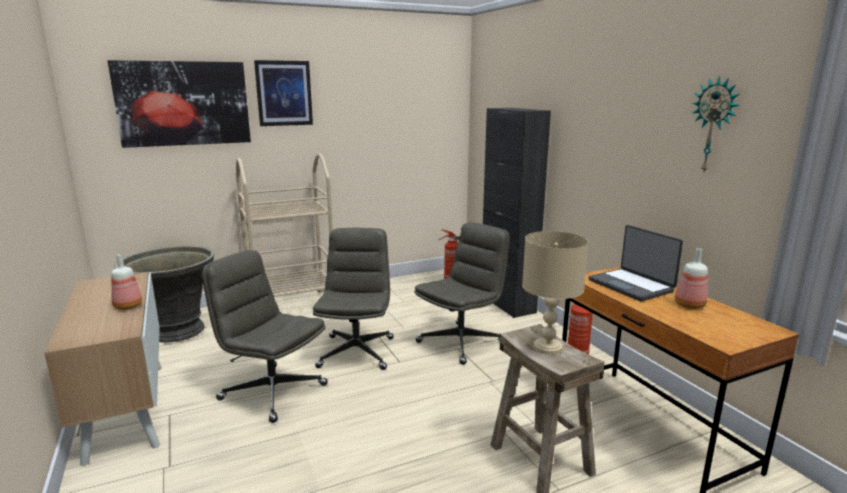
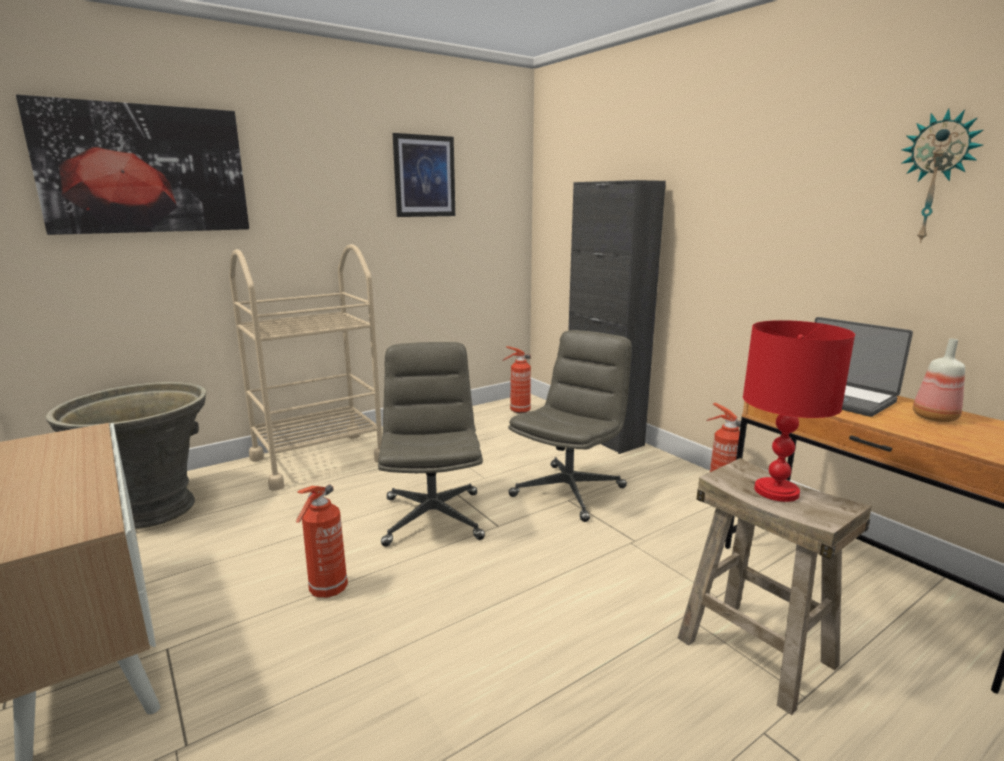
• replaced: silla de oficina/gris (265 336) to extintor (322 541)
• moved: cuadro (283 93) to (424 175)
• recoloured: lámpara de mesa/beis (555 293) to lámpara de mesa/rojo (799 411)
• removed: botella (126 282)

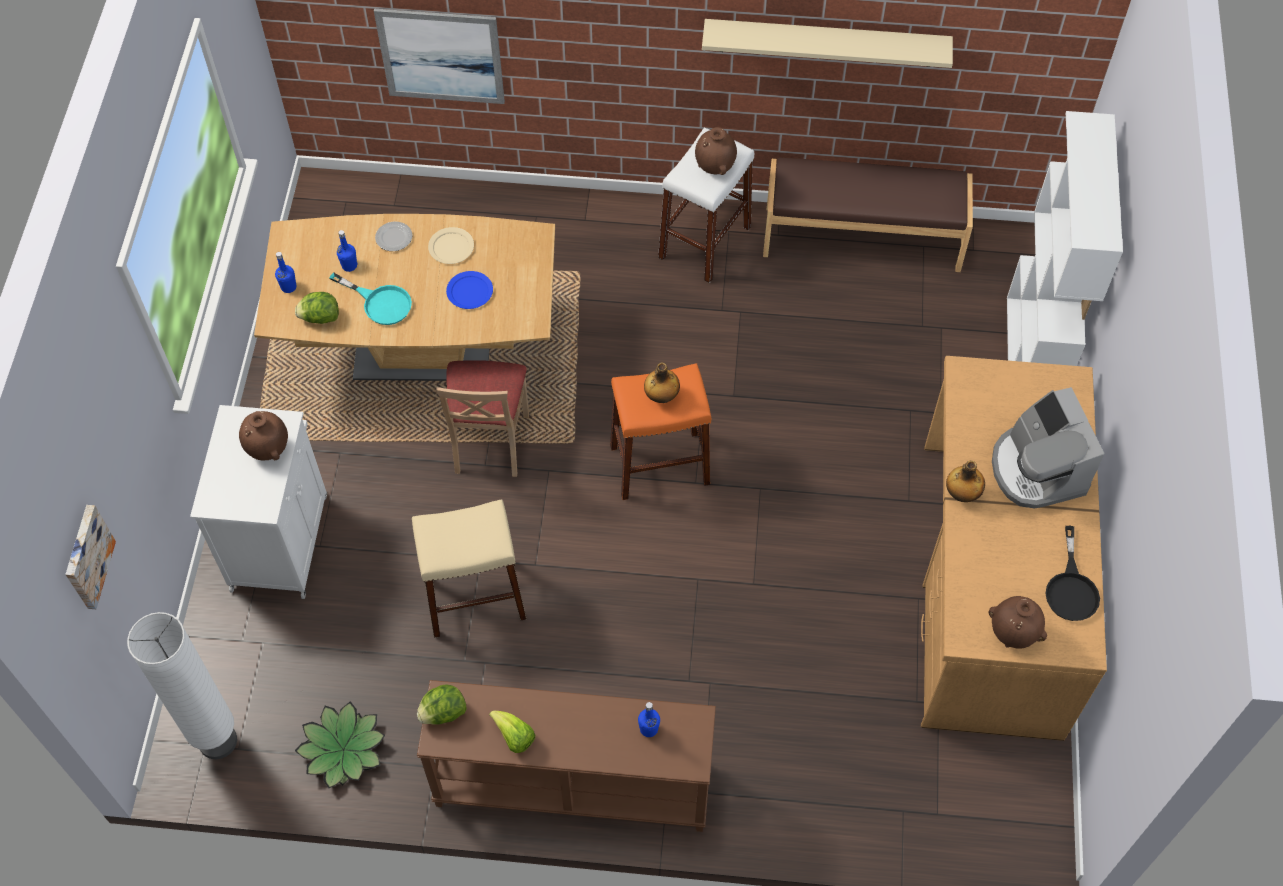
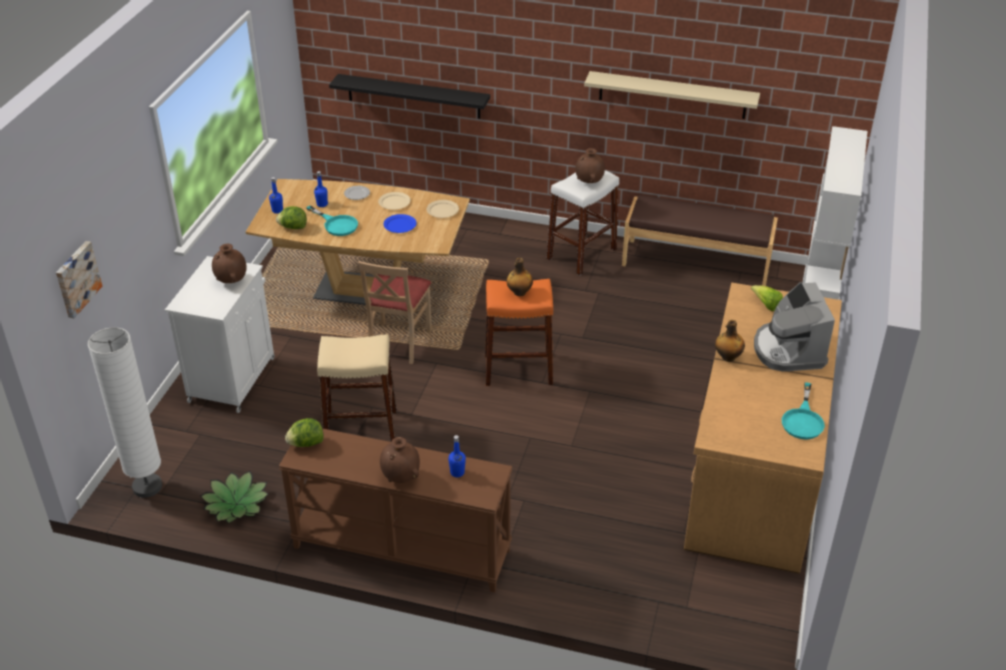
• replaced: cuadro (439 56) to estante/negro (409 96)
• moved: florero/marrón (1017 622) to (400 460)
• added: plato/beis (442 209)
• moved: lechuga (512 732) to (767 298)
• recoloured: sartén/negro (1072 573) to sartén/turquesa (803 411)

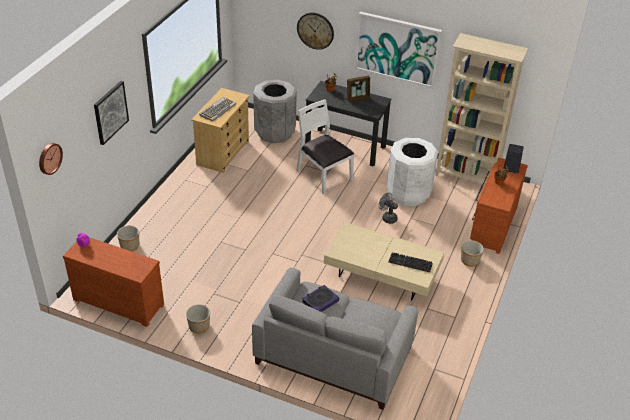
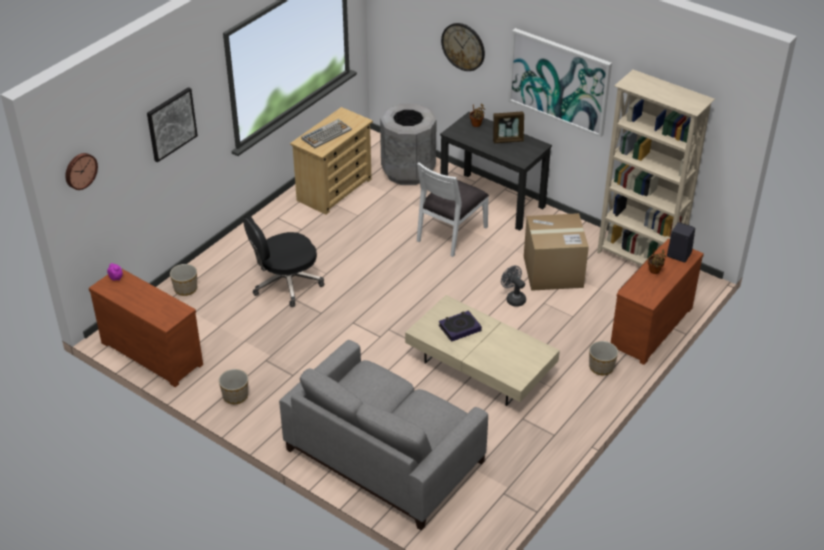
• added: silla de oficina/negro (283 261)
• turned: silla/blanco (325 147) = (453 209) 120 degrees counterclockwise
• moved: libro (320 298) to (460 326)
• replaced: papelera/blanco (412 172) to caja de cartón (556 252)
• removed: teclado (410 262)

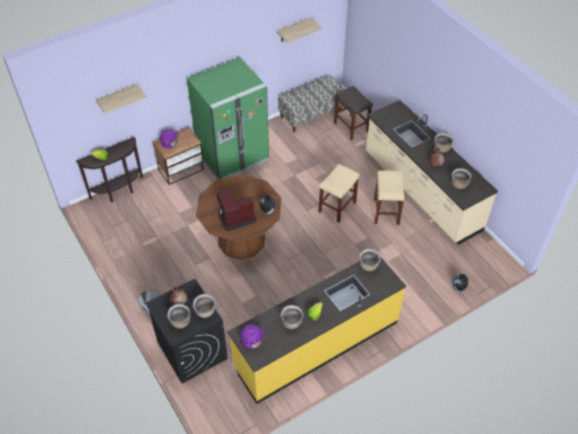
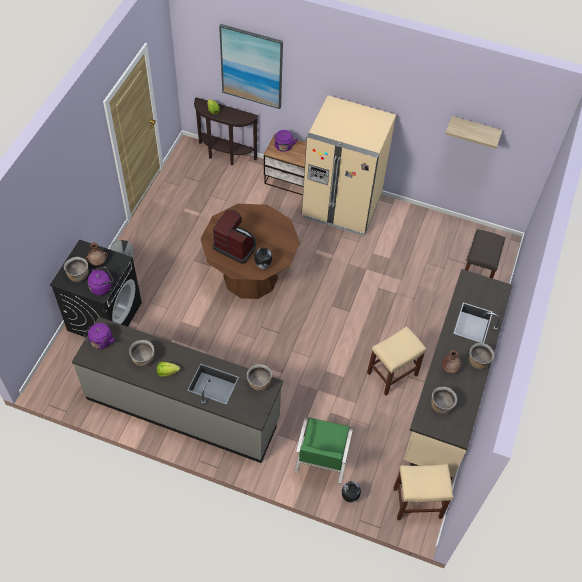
• recoloured: mueble bajo de cocina/amarillo (316 330) to mueble bajo de cocina/gris (177 390)
• replaced: olla/marrón (204 306) to hervidor/morado (100 280)
• replaced: estante (121 99) to cuadro (251 66)
• added: silla/verde (323 450)
• recoloured: nevera/verde (228 118) to nevera/beis (348 165)
• moved: taburete/beis (338 193) to (423 492)
• removed: banco (311 103)

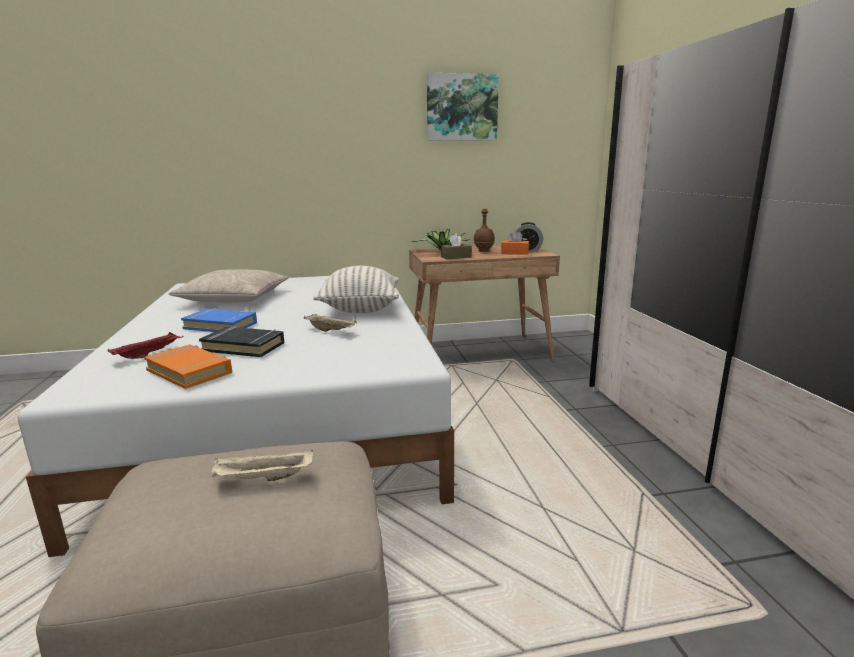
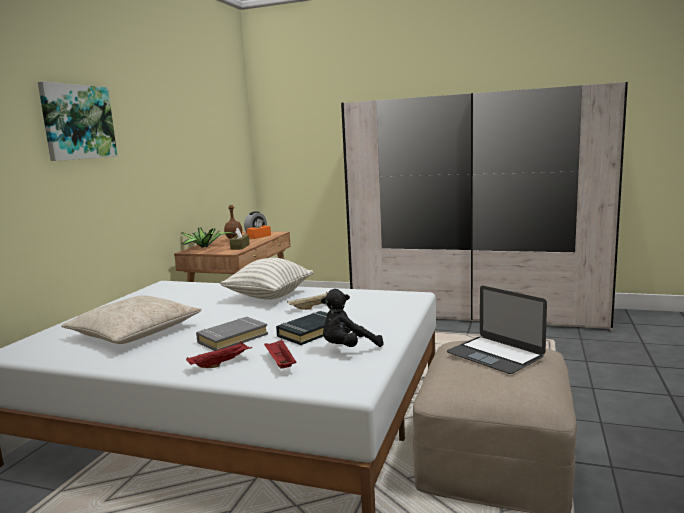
• moved: cuadro (463 107) to (77 121)
• added: bandeja/rojo (219 354)
• recoloured: libro/azul (219 320) to libro/gris (232 334)
• replaced: libro/naranja (188 367) to peluche/negro (352 318)
• replaced: bandeja/beis (262 465) to portátil (497 330)

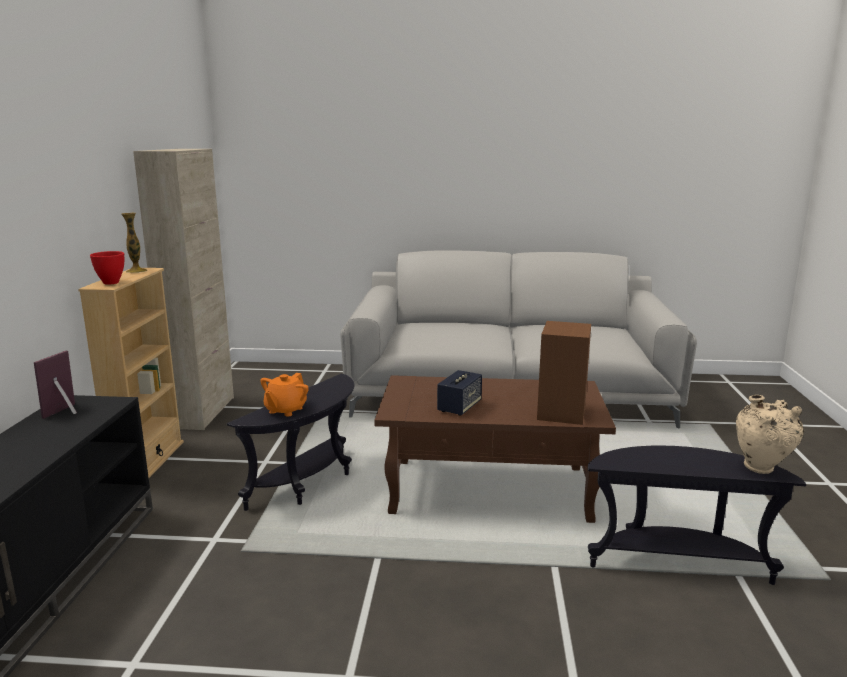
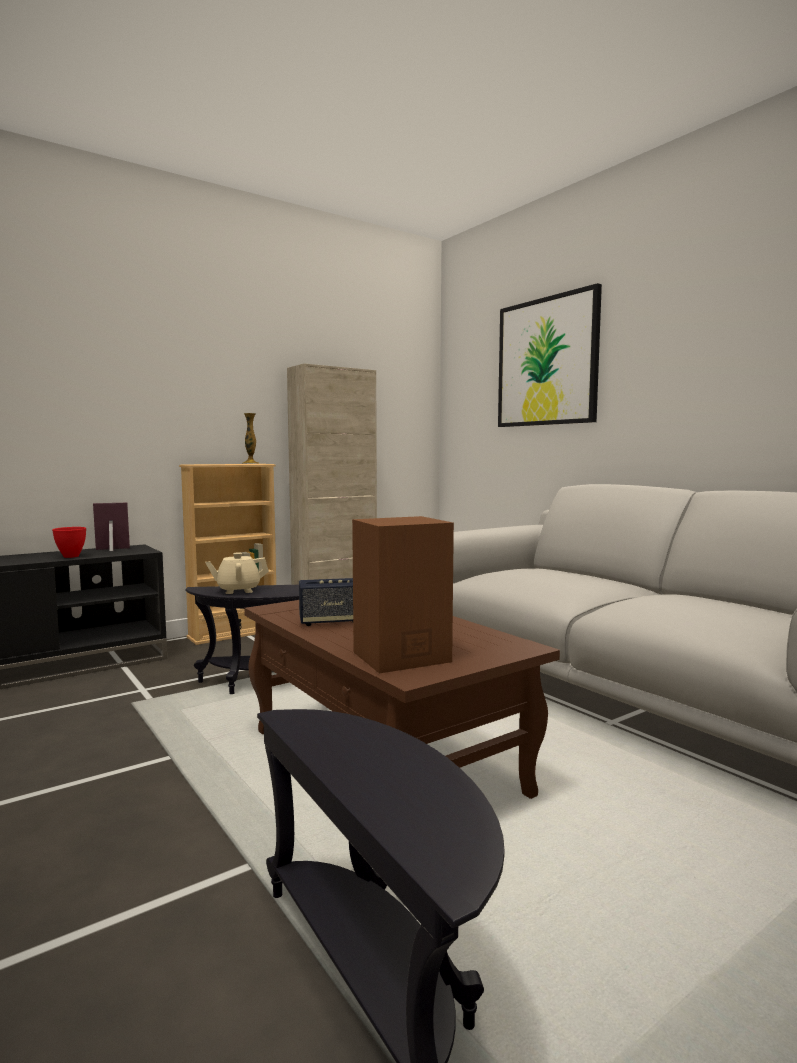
• moved: cuenco/rojo (107 267) to (69 542)
• recoloured: tetera/naranja (284 394) to tetera/beis (237 573)
• added: cuadro (550 355)
• removed: florero/beis (770 434)

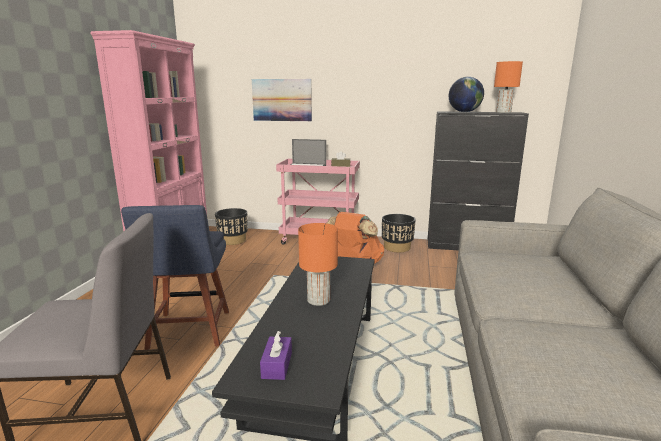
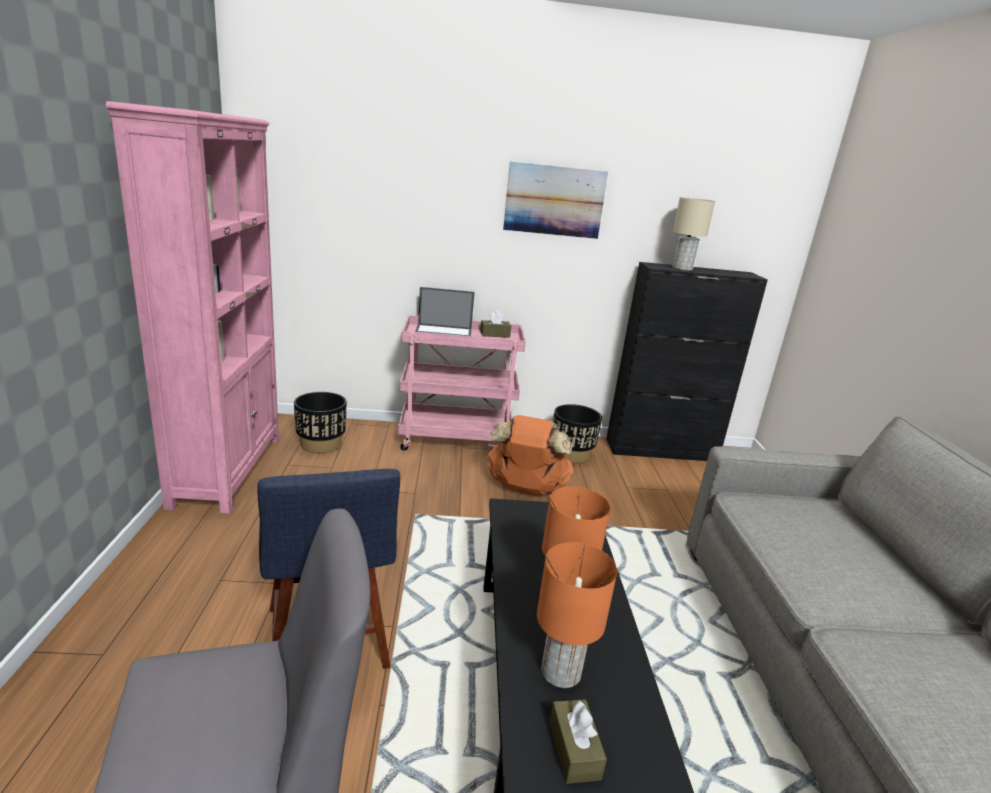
• moved: cuadro (282 100) to (555 200)
• moved: lámpara de mesa/naranja (508 87) to (577 615)
• recoloured: caja de pañuelos/morado (276 355) to caja de pañuelos/marrón (578 742)
• replaced: globo terráqueo (466 94) to lámpara de mesa/beis (693 234)

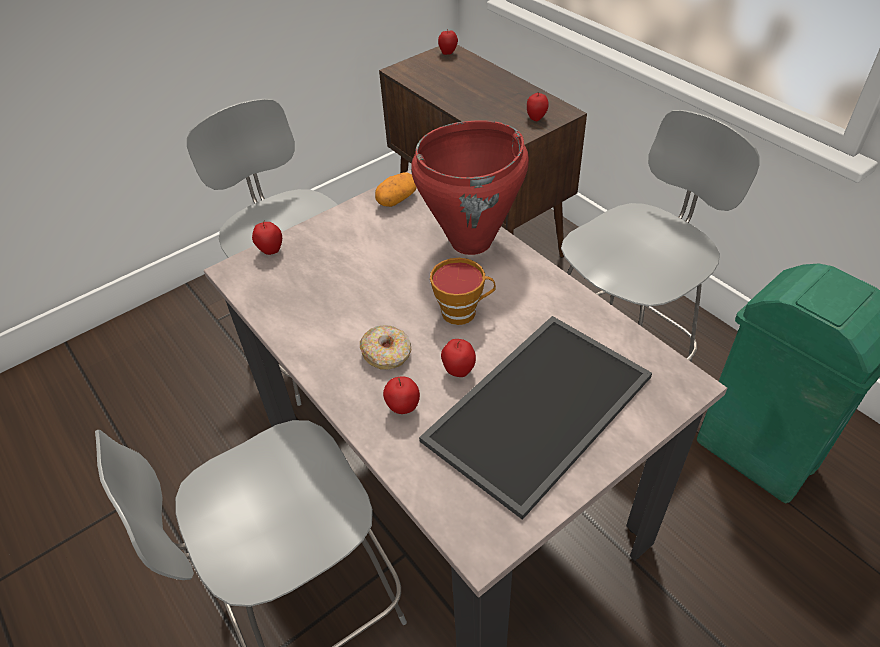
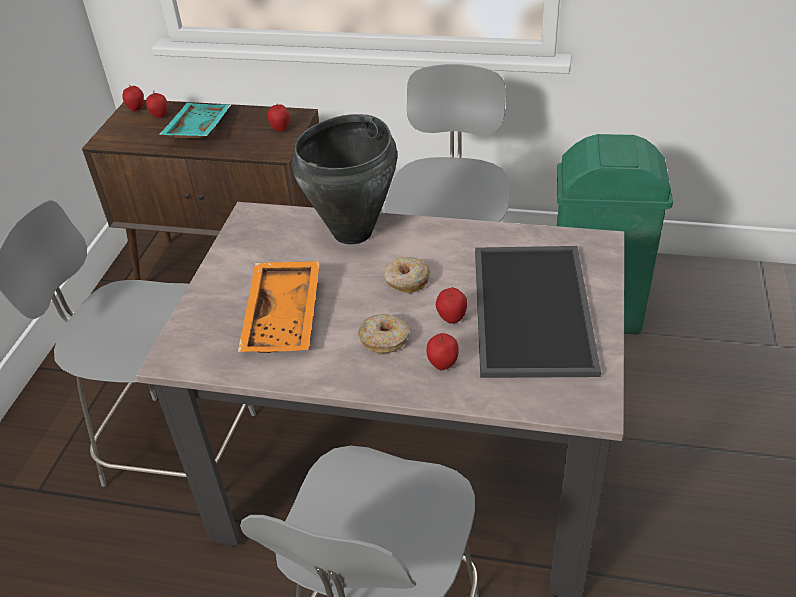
• moved: manzana (267 237) to (157 104)
• added: bandeja/turquesa (195 120)
• added: bandeja/naranja (279 307)
• recoloured: olla/rojo (470 187) to olla/negro (344 179)
• replaced: taza (463 291) to rosquilla (407 275)
• removed: patata (396 189)

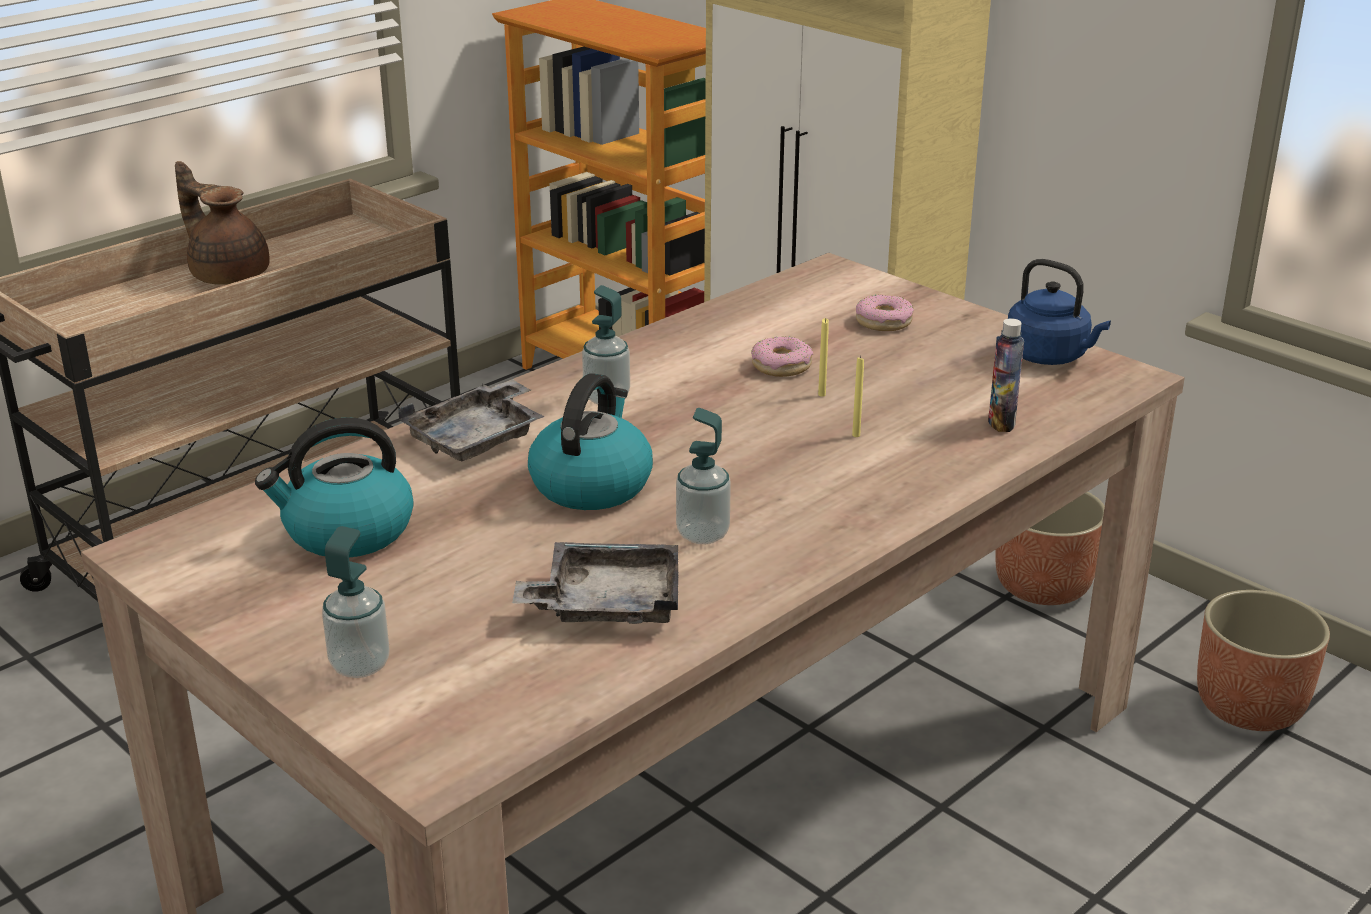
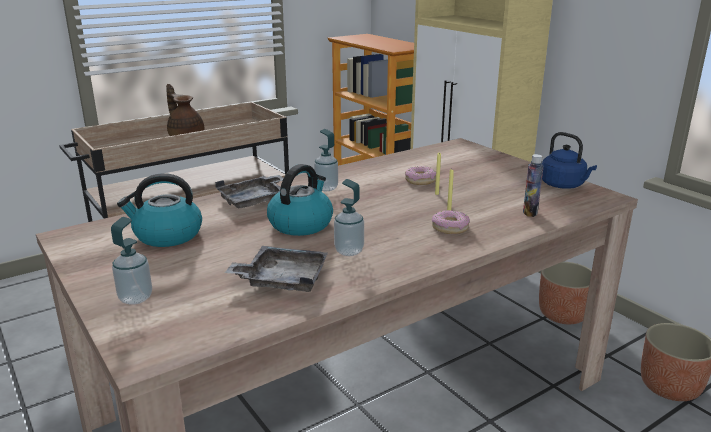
• moved: rosquilla (885 313) to (451 222)

